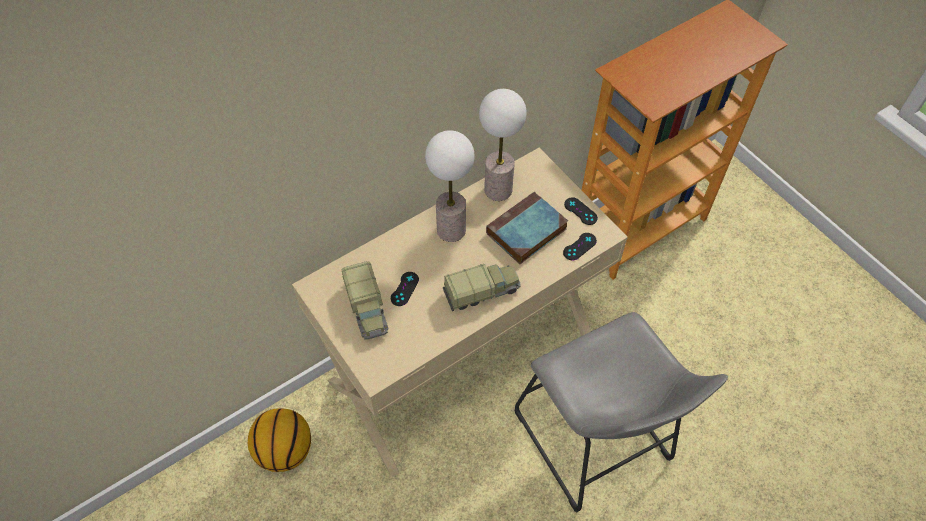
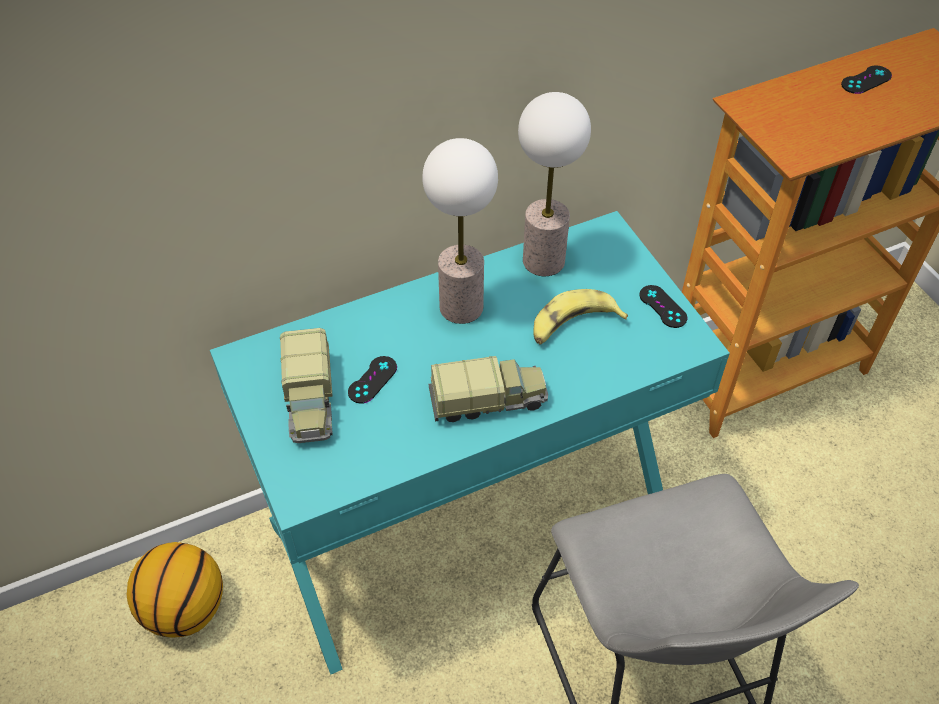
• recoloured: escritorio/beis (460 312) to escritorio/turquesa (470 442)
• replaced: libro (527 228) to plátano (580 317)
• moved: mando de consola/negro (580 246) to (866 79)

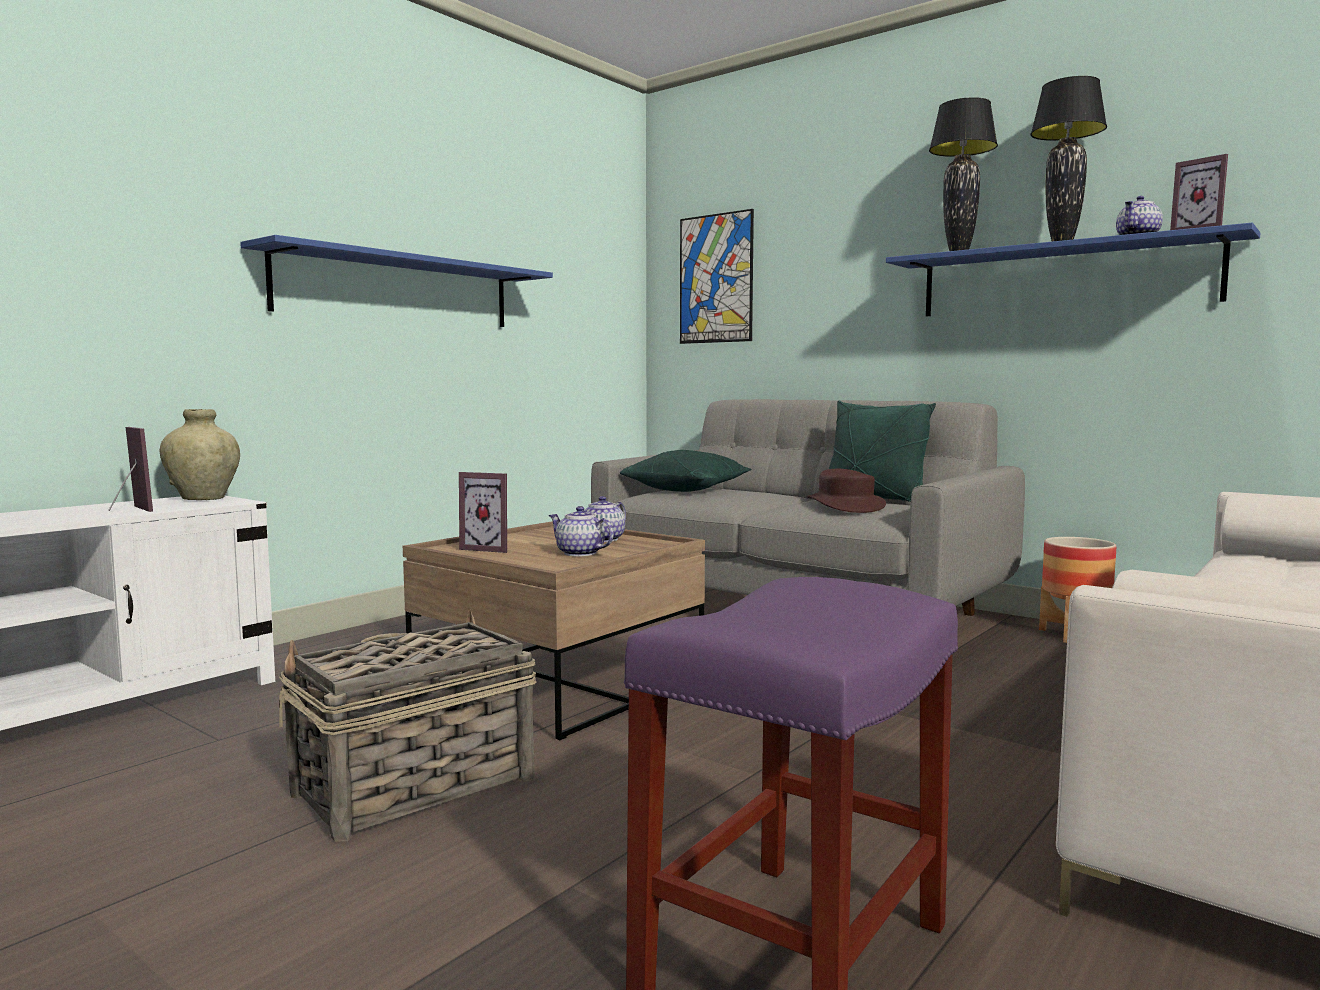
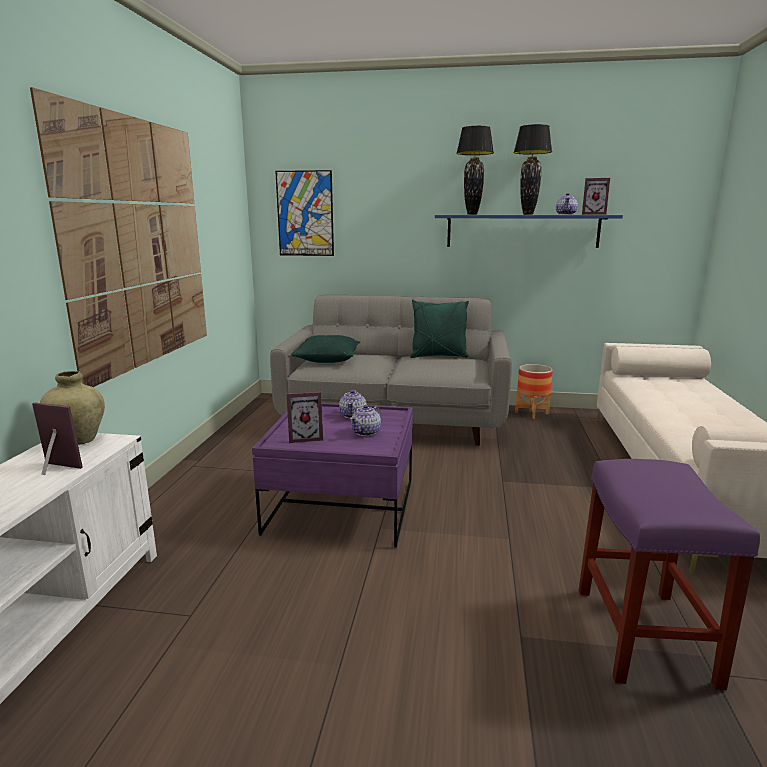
• replaced: estante/azul (396 281) to cuadro (118 237)
• recoloured: mesa de centro/marrón (554 630) to mesa de centro/morado (332 475)
• turned: tetera (581 531) = (365 420) 60 degrees counterclockwise
• removed: cesta (407 725)
• removed: sombrero/marrón (846 491)

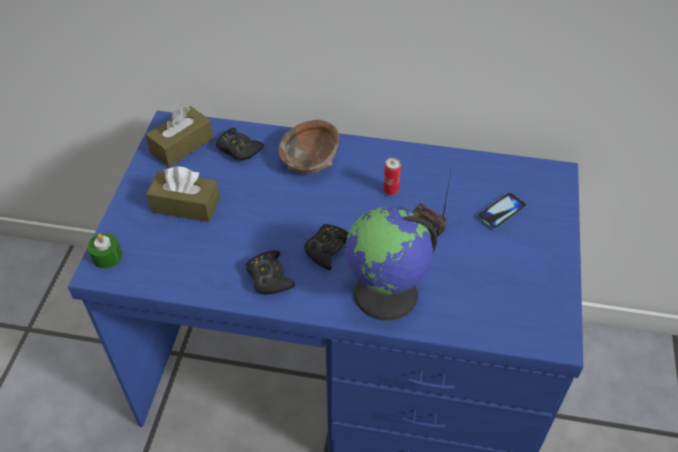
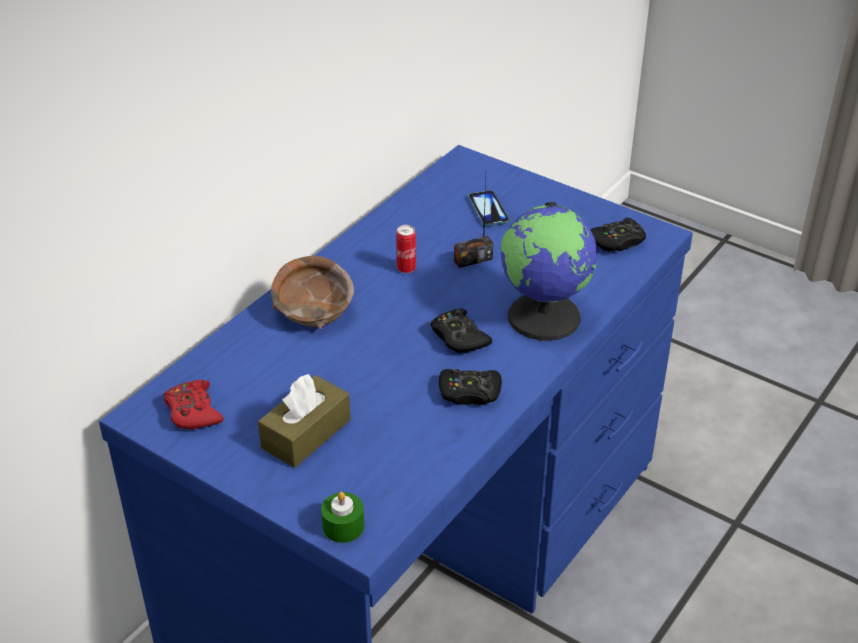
• replaced: caja de pañuelos/marrón (179 136) to mando de consola/rojo (194 405)
• moved: mando de consola/negro (240 144) to (618 235)

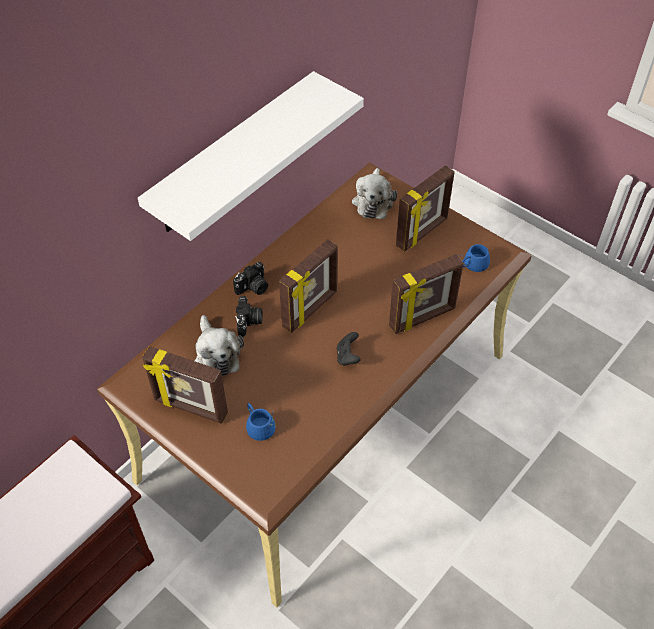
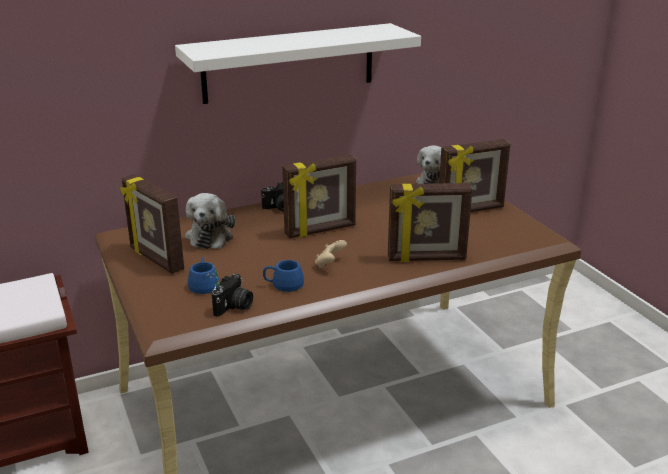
• moved: cámara (249 316) to (232 295)
• moved: taza grande/azul (474 258) to (283 276)
• recoloured: mando de consola/negro (349 349) to mando de consola/beis (331 254)

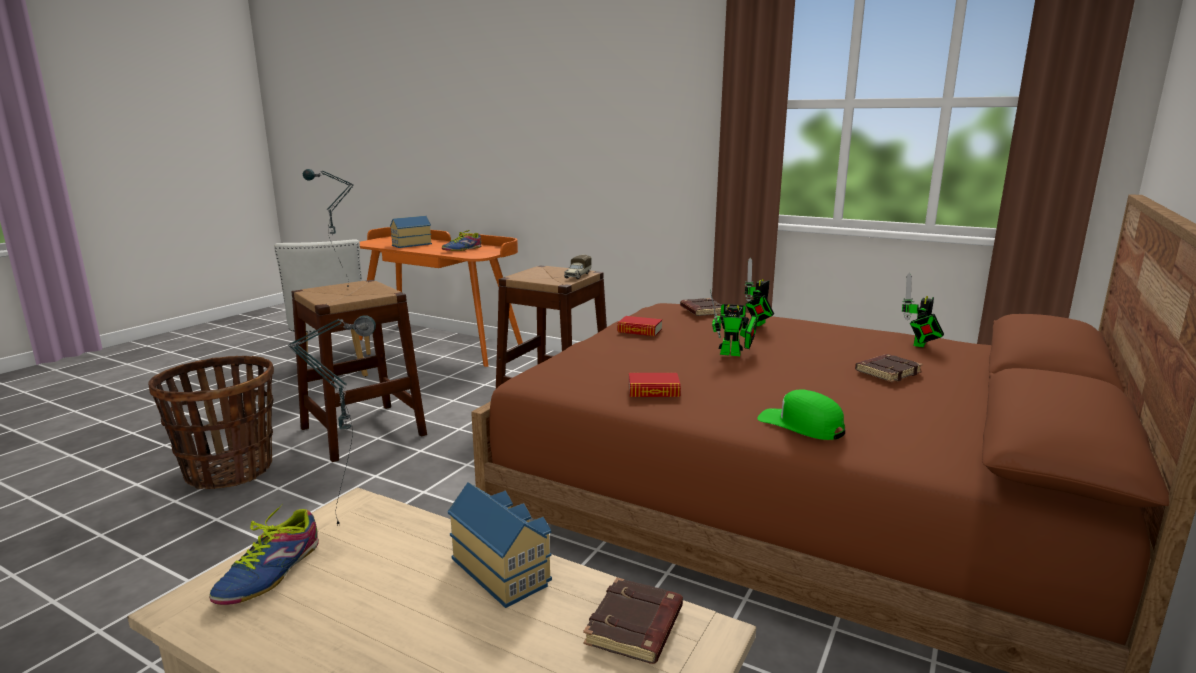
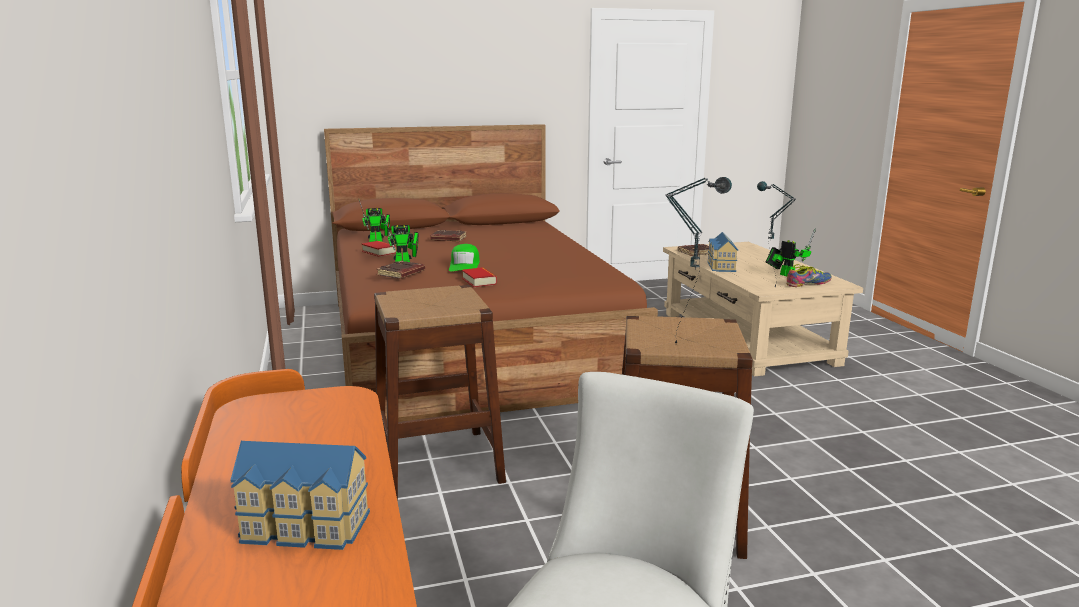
• moved: libro (655 385) to (379 249)
• moved: gorra/verde (801 414) to (464 258)
• moved: robot de juguete (733 322) to (790 252)
• removed: cesta (211 422)
• removed: zapato (461 240)
• removed: camión de juguete (578 267)

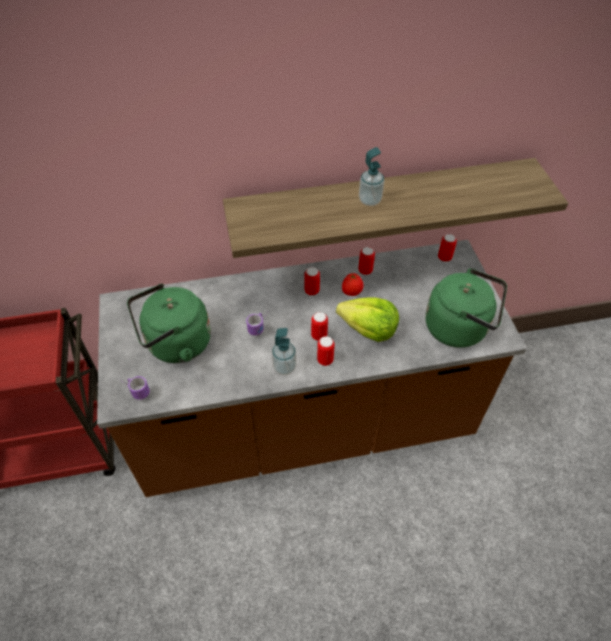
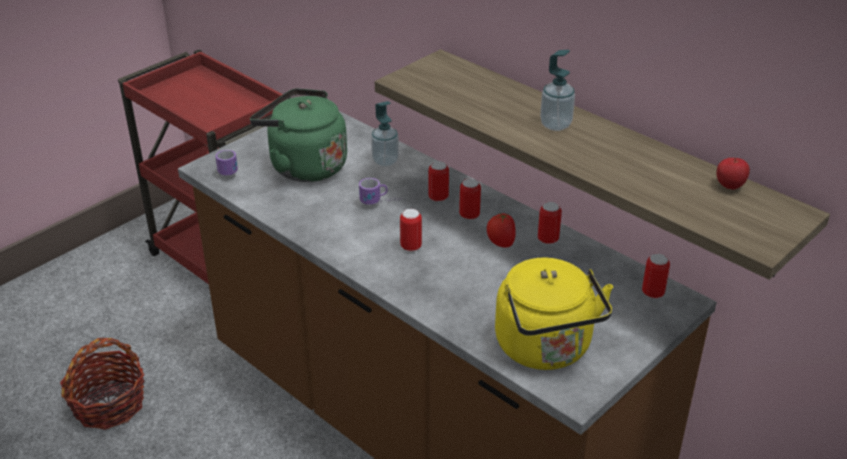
• added: cesta (102 384)
• moved: dispensador de jabón (284 351) to (385 134)
• moved: lata (326 351) to (438 181)
• recoloured: hervidor/verde (466 308) to hervidor/amarillo (554 314)
• added: manzana (733 174)
• removed: lechuga (367 319)

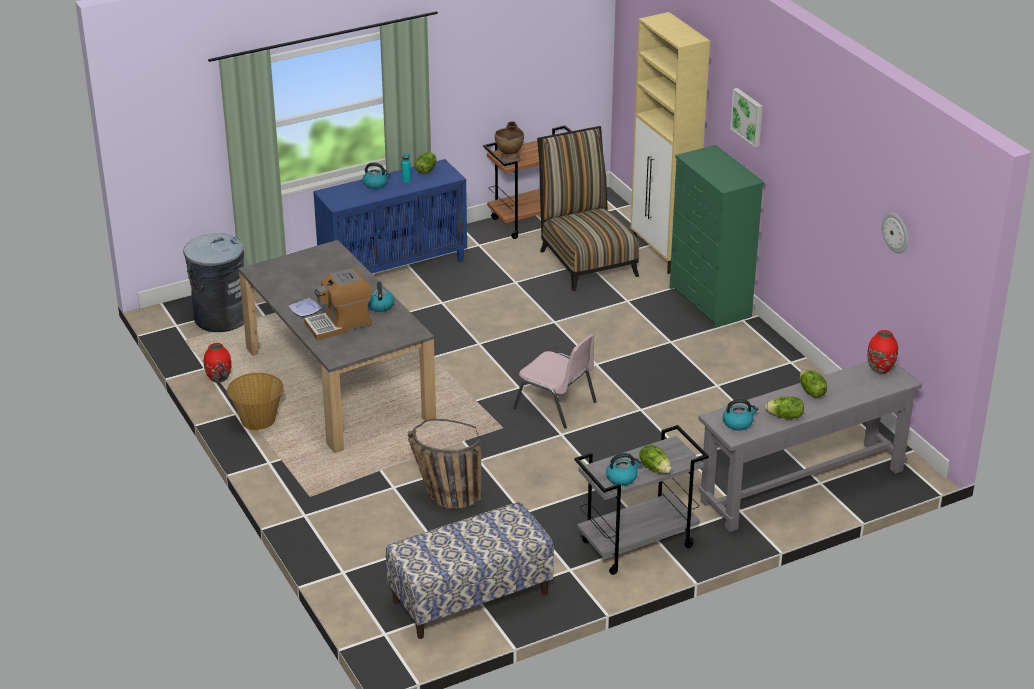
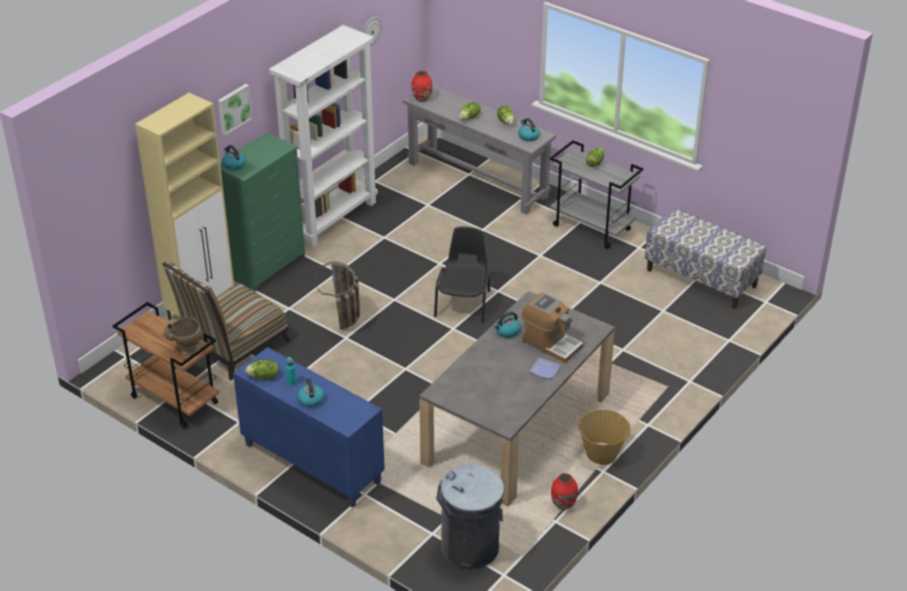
• moved: hervidor (624 469) to (234 157)
• added: estantería/blanco (323 136)
• moved: cesta (444 464) to (338 295)
• recoloured: silla/rosa (555 381) to silla/negro (462 275)

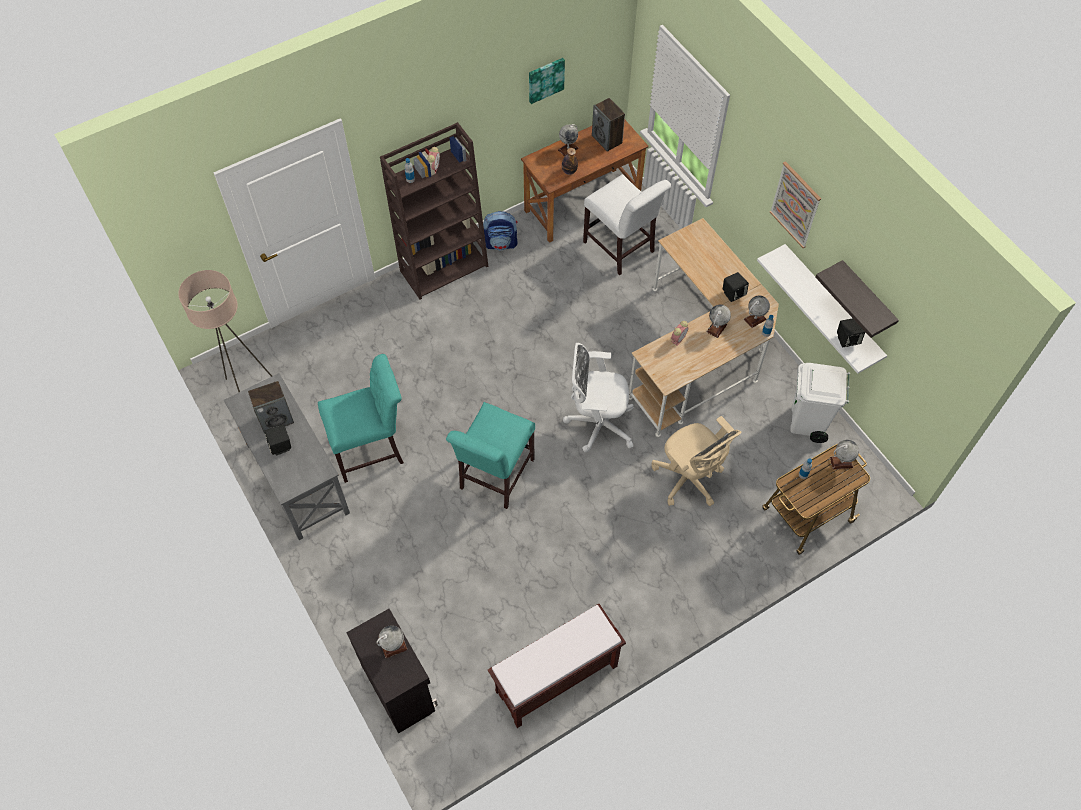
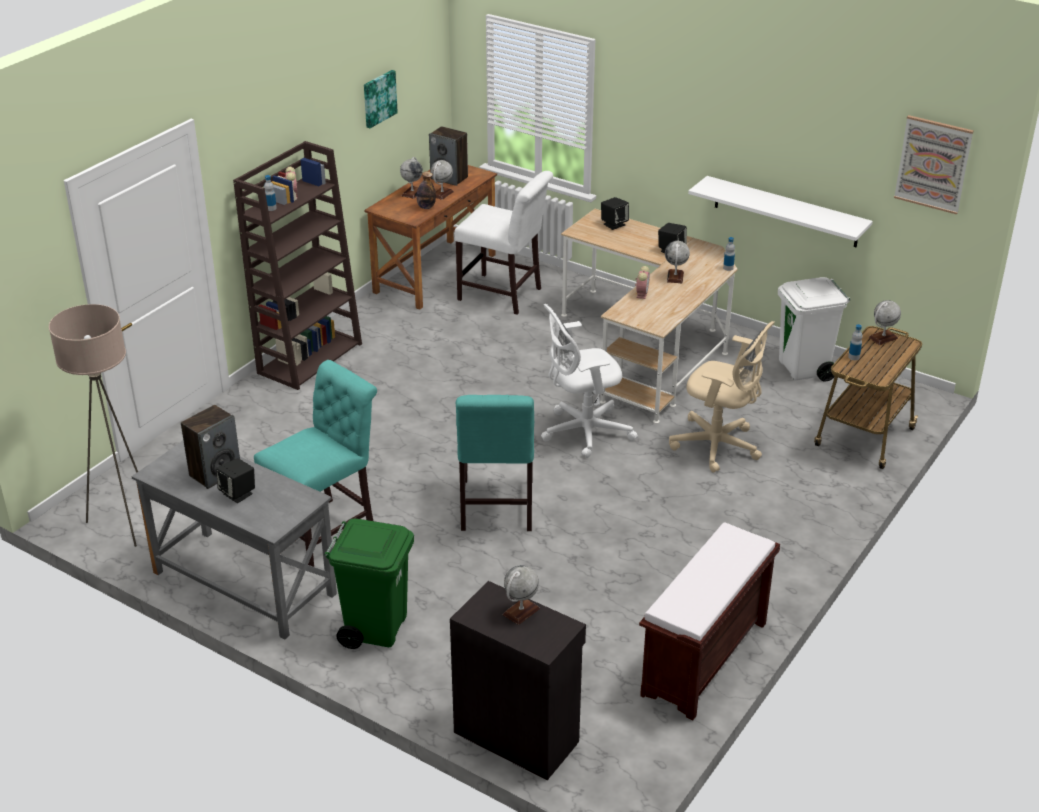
• added: papelera/verde (369 583)
• moved: globo terráqueo (757 311) to (442 180)
• moved: altavoz/negro (851 333) to (615 213)
• moved: cuadro (795 204) to (934 164)
• removed: mochila (500 230)
• removed: estante (857 299)

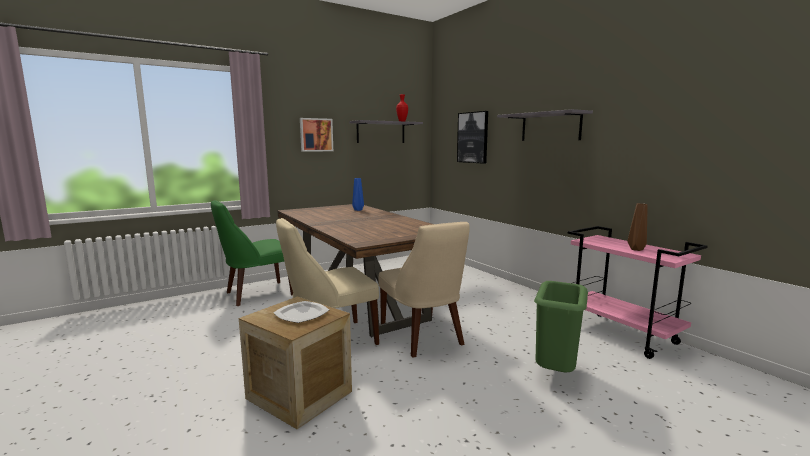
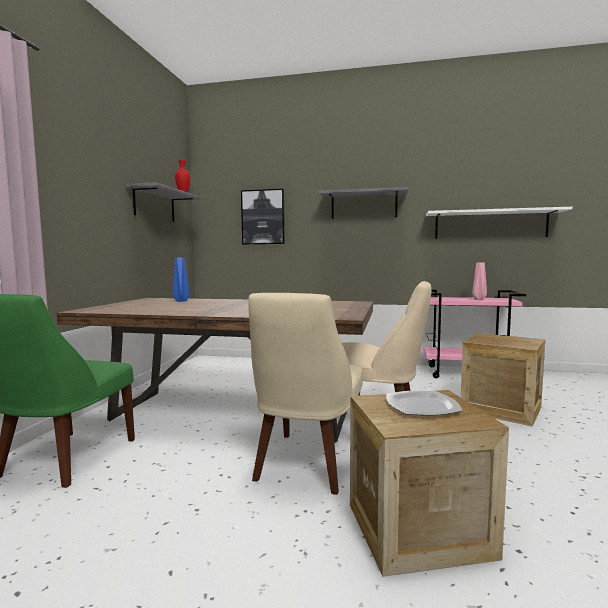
• added: estante/blanco (499 223)
• replaced: papelera/verde (561 326) to caja de embalaje (503 380)
• recoloured: florero/marrón (637 227) to florero/rosa (479 281)
• removed: cuadro (316 135)

